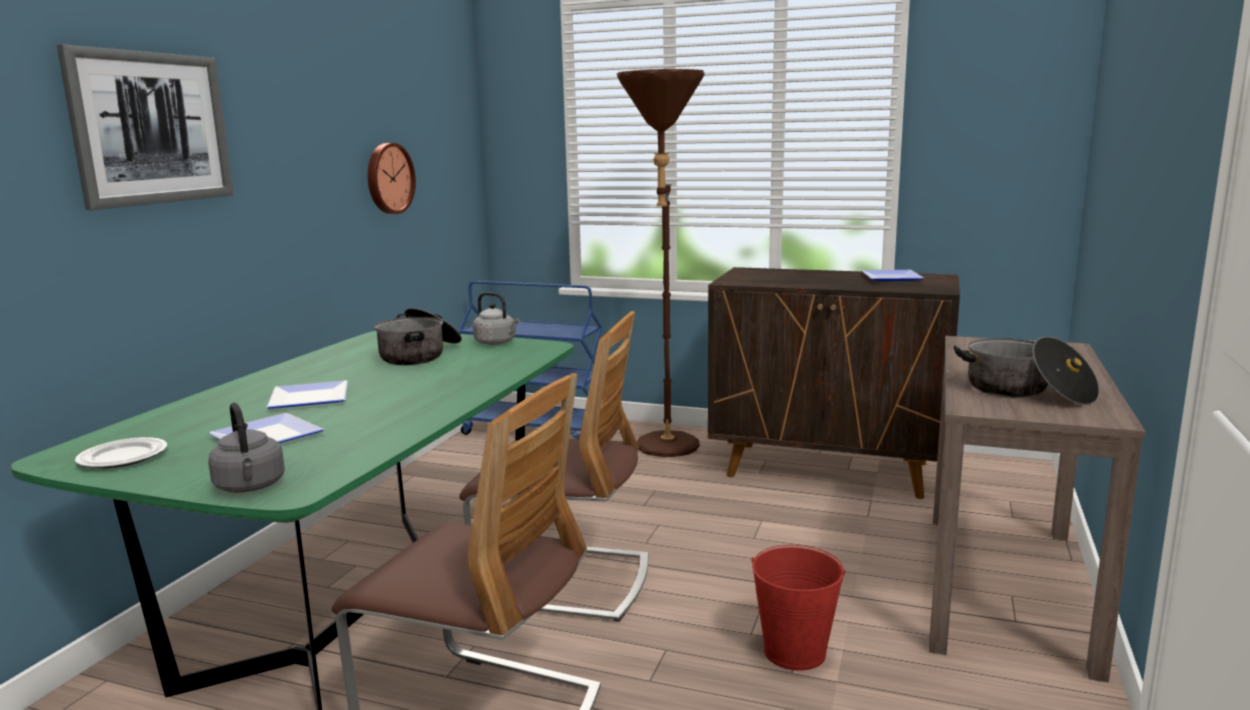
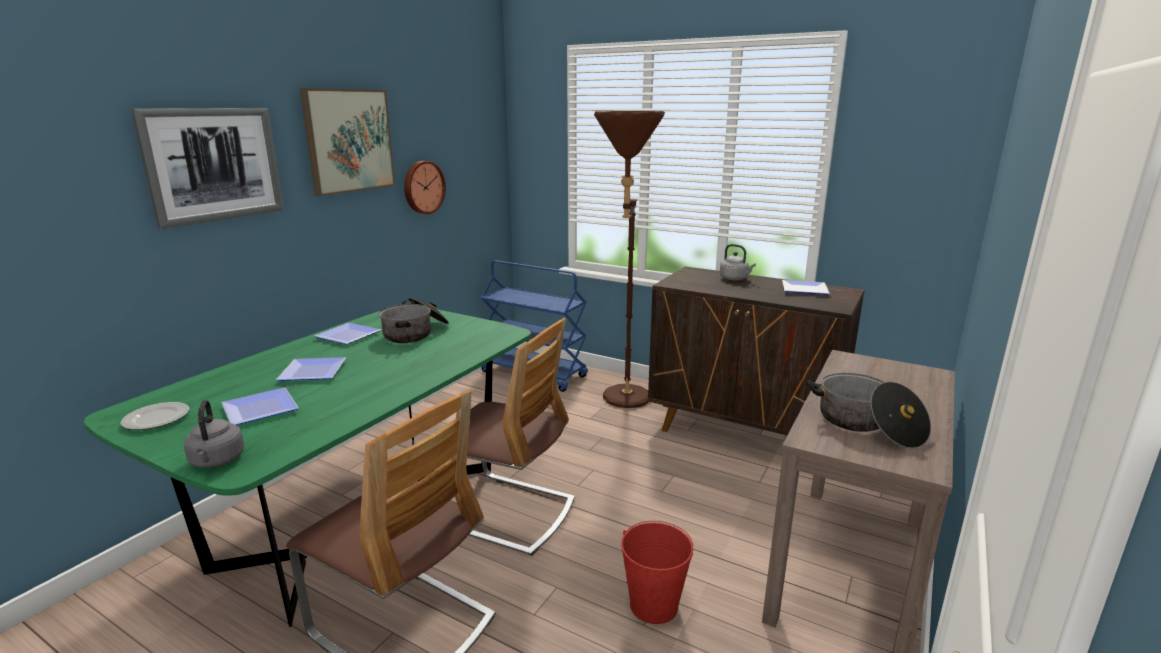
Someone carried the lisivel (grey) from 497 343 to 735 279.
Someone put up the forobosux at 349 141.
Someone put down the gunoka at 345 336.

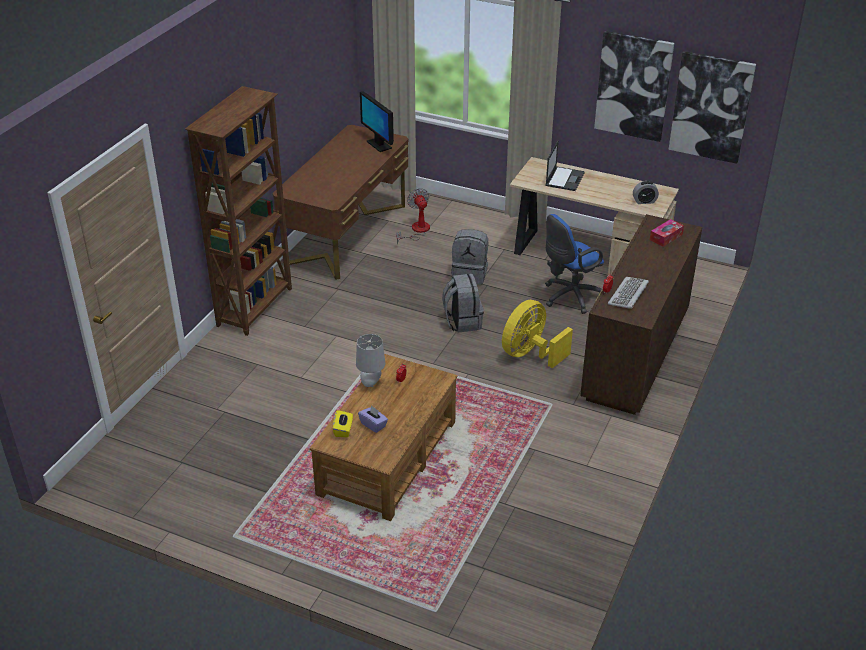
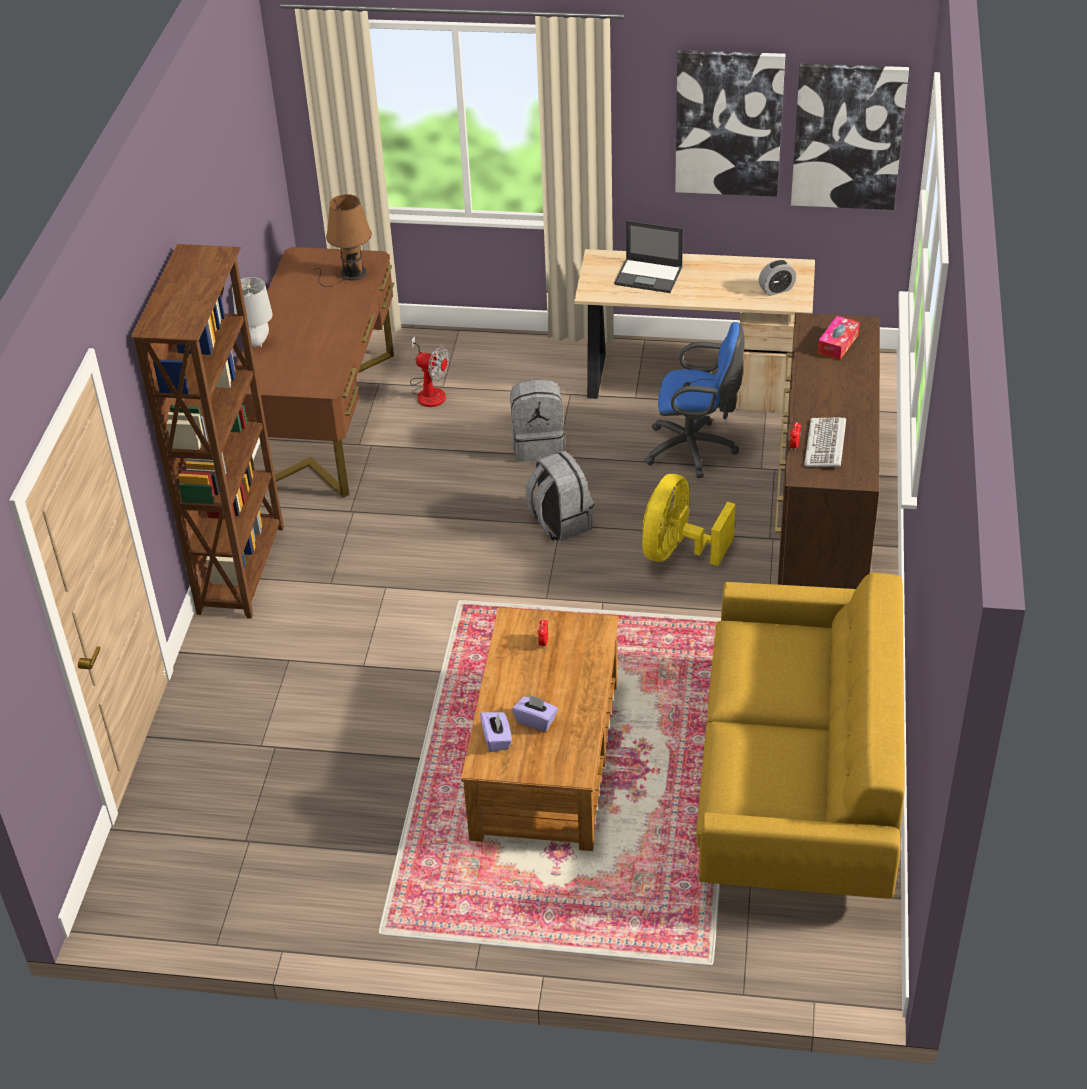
Someone repainted the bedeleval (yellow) at 343 430, which became the bedeleval (purple) at 497 739.
Someone carried the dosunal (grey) from 371 383 to 258 343.
Someone swapped the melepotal at 379 145 for the dosunal (brown) at 350 274.
Someone rotated the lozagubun at 417 231 by 150 degrees clockwise.
Someone rotated the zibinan at 564 179 by 105 degrees clockwise.
Someone rotated the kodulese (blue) at 569 297 by 120 degrees counterclockwise.
Someone put down the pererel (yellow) at 797 784.

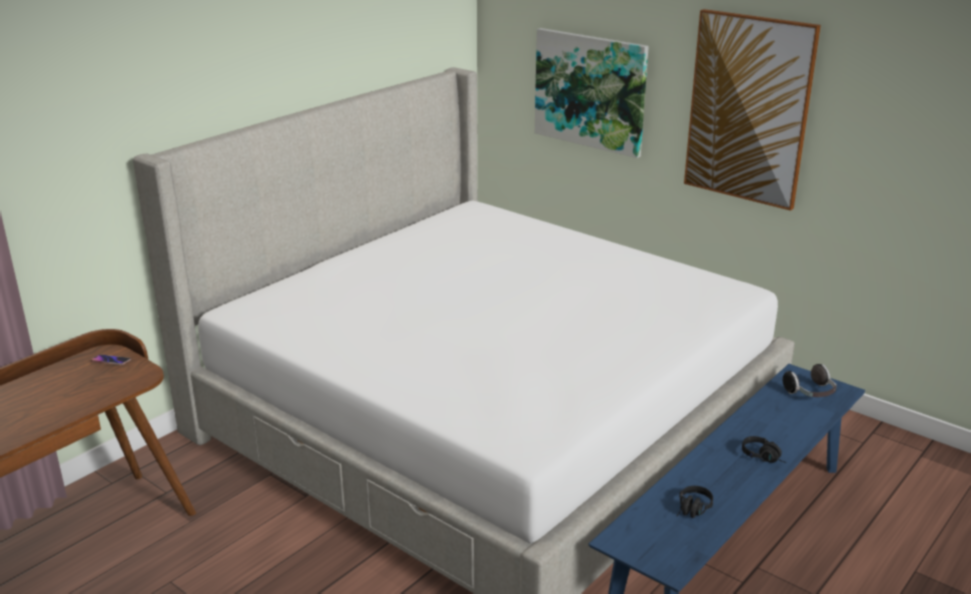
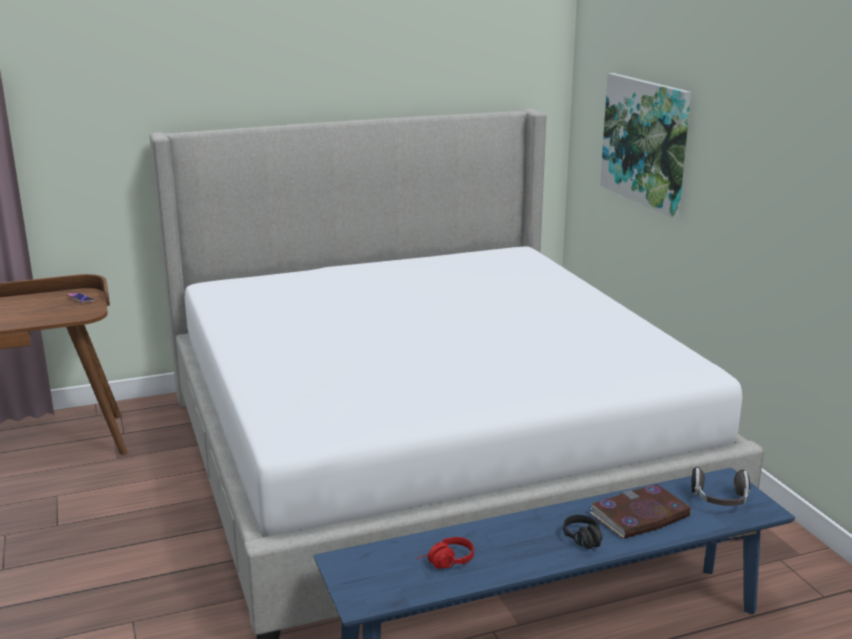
Someone repainted the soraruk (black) at 692 511, which became the soraruk (red) at 445 562.
Someone took away the forobosux at 749 109.
Someone put down the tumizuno at 640 516.

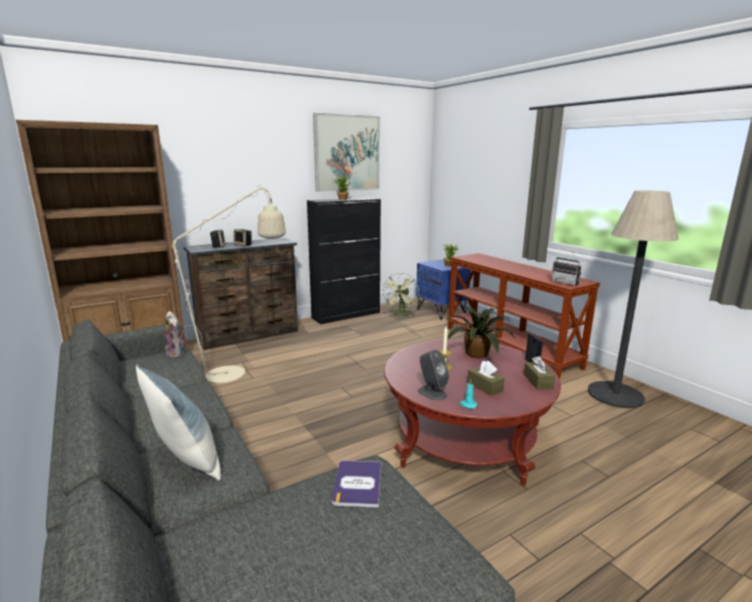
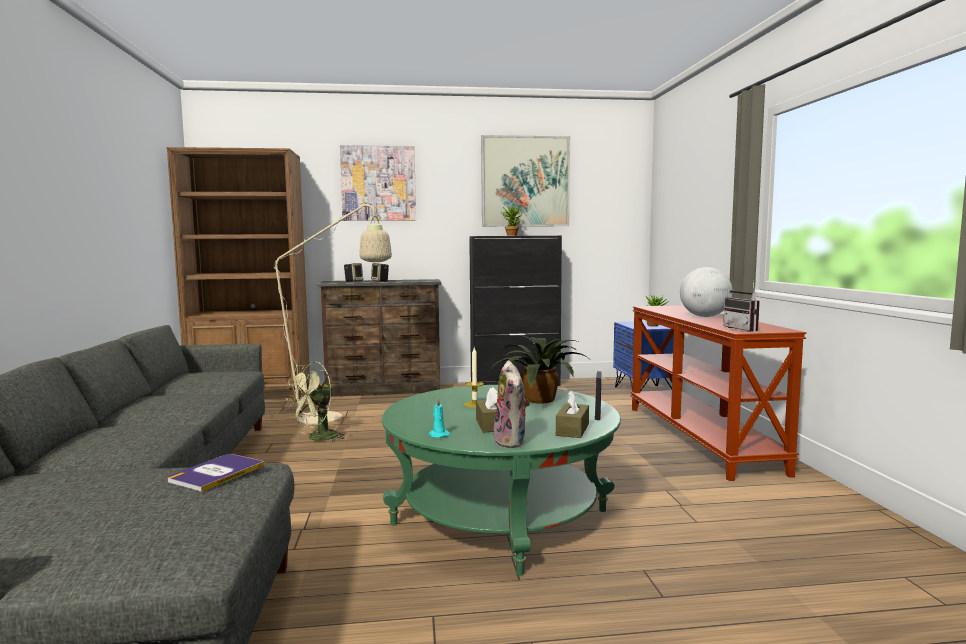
Someone took away the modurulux at 186 461.
Someone carried the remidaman from 177 354 to 512 442.
Someone carried the lozagubun (green) from 401 315 to 317 438.
Someone repainted the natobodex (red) at 464 441, which became the natobodex (green) at 500 517.
Someone took away the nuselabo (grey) at 431 392.
Someone took away the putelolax at 615 395.
Someone put up the forobosux at 378 183.
Someone put down the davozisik at 704 316.

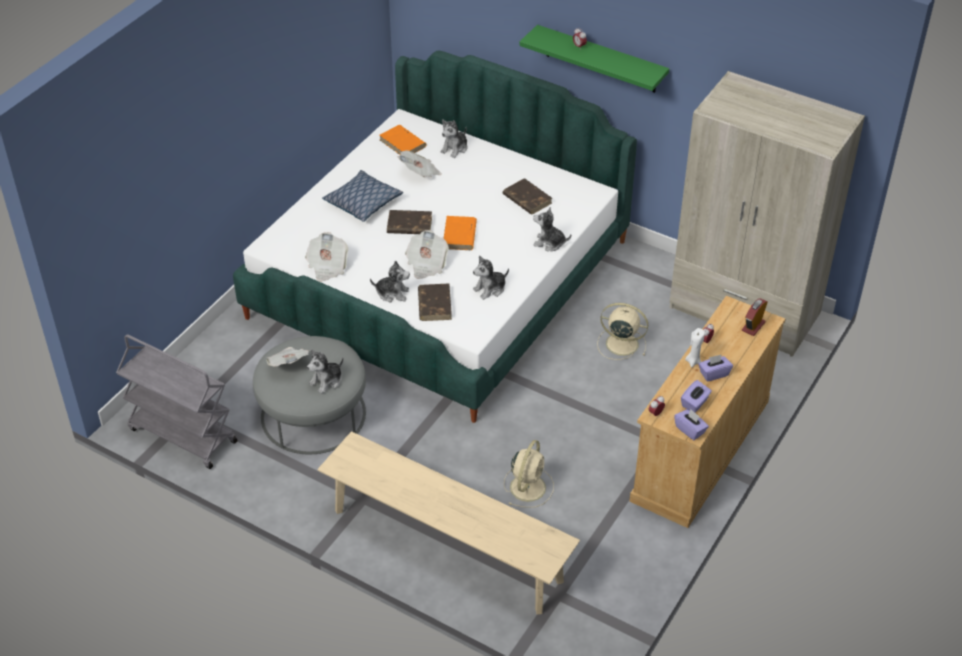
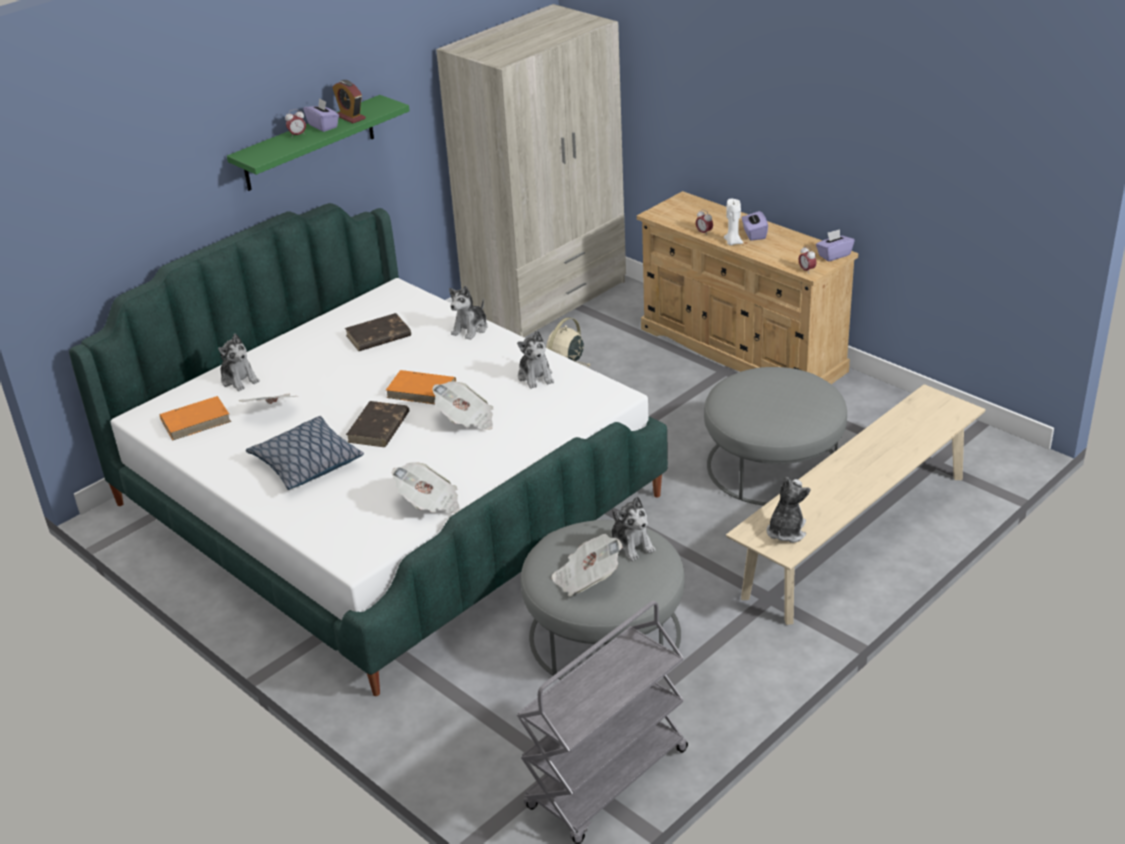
Someone carried the remidaman from 392 293 to 786 531.
Someone took away the tumizuno (brown) at 434 304.
Someone swapped the lozagubun (beige) at 528 486 for the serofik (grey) at 772 465.
Someone carried the bedeleval (purple) from 695 403 to 323 126.
Someone carried the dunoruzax from 753 326 to 350 117.

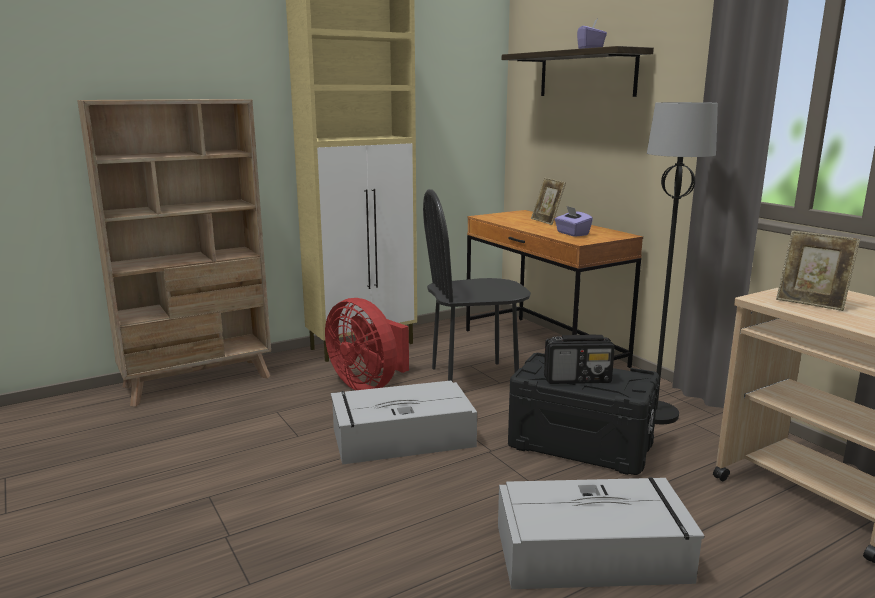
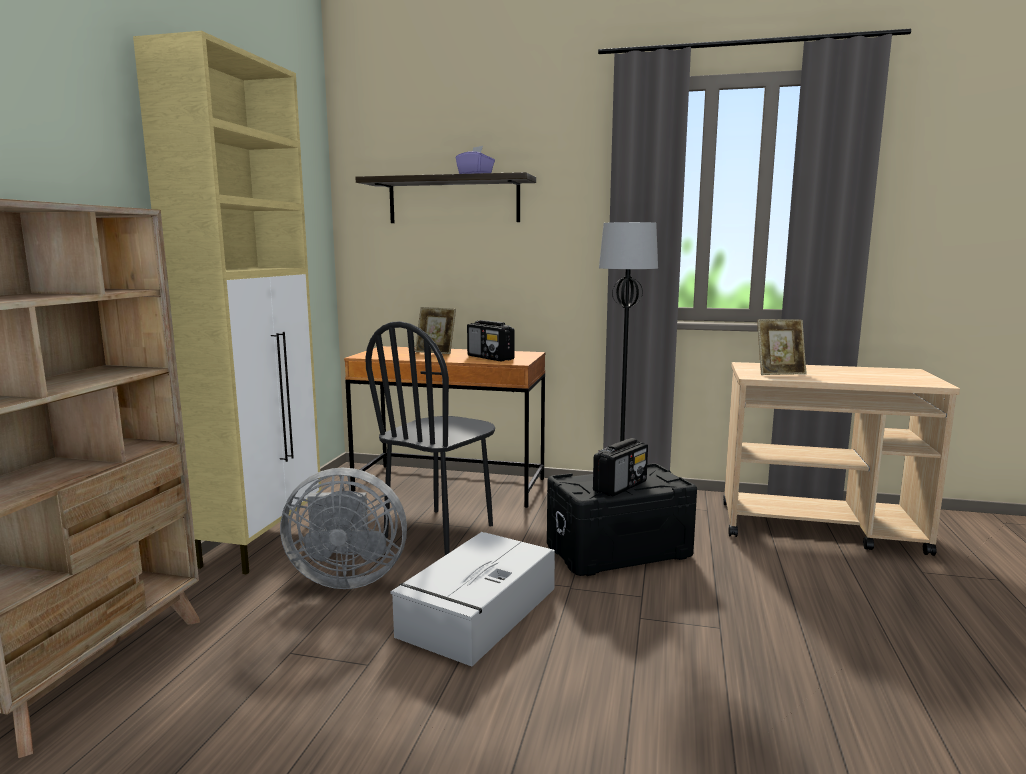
Someone repainted the lozagubun (red) at 368 384, which became the lozagubun (grey) at 346 578.
Someone took away the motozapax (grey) at 594 553.
Someone swapped the bedeleval (purple) at 572 233 for the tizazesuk at 490 358.

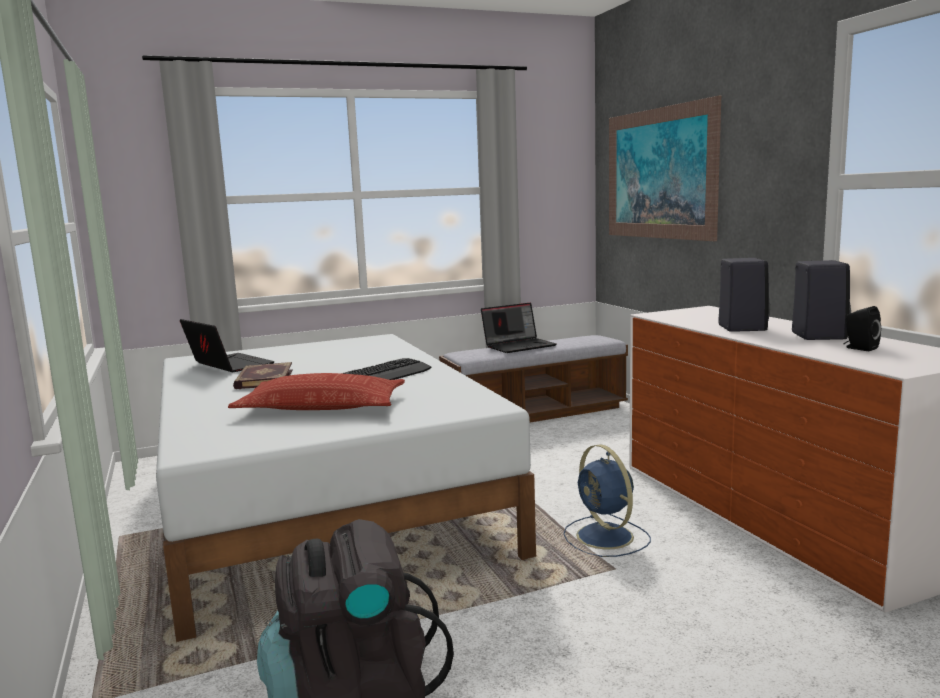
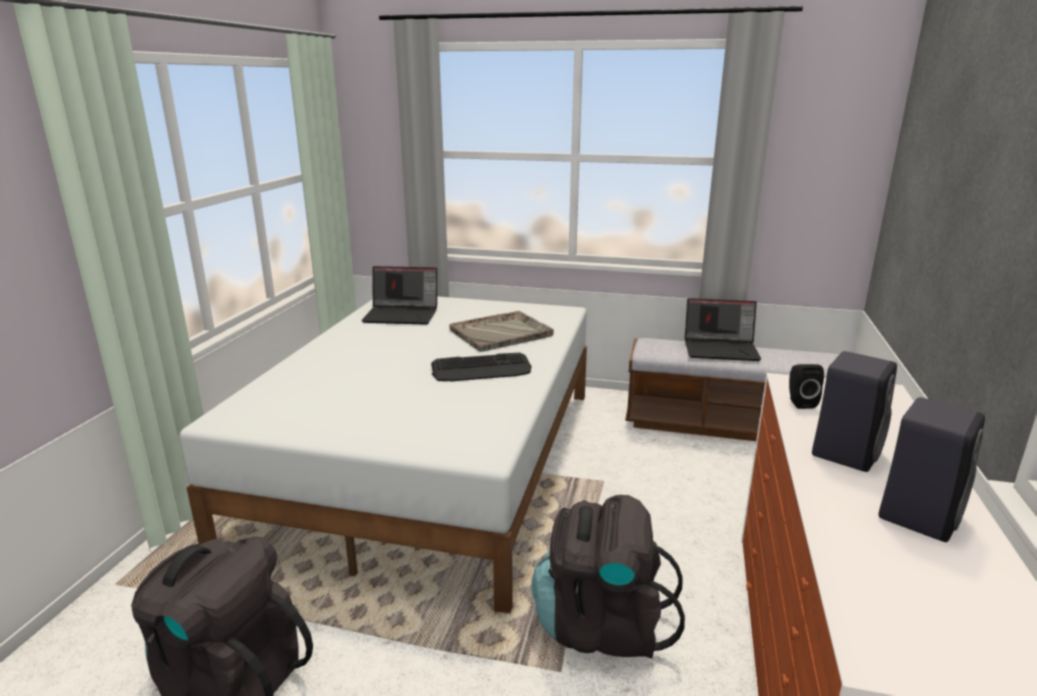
Someone rotated the zibinan at 228 365 by 105 degrees clockwise.
Someone took away the modurulux at 322 406.
Someone took away the tumizuno at 263 379.
Someone swapped the lozagubun (blue) at 606 537 for the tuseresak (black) at 601 626.
Someone took away the forobosux at 659 174.
Someone carried the nuselabo (black) from 859 348 to 799 402.
Someone put down the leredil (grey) at 502 332.

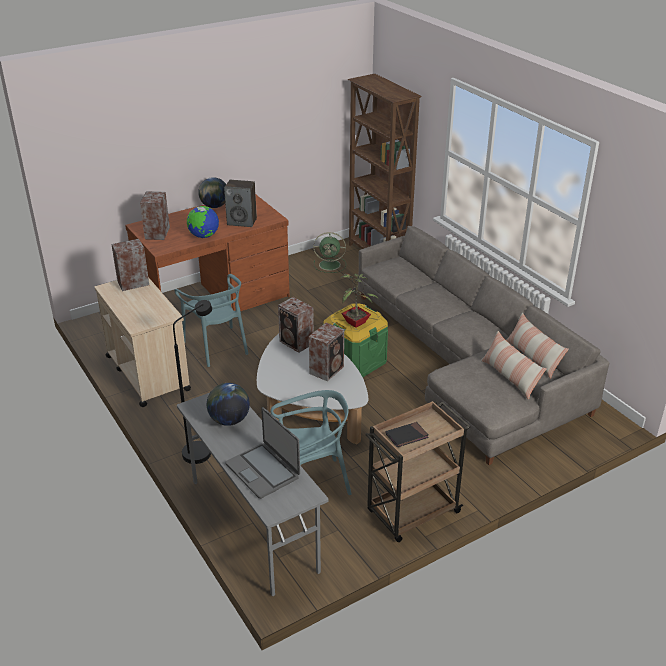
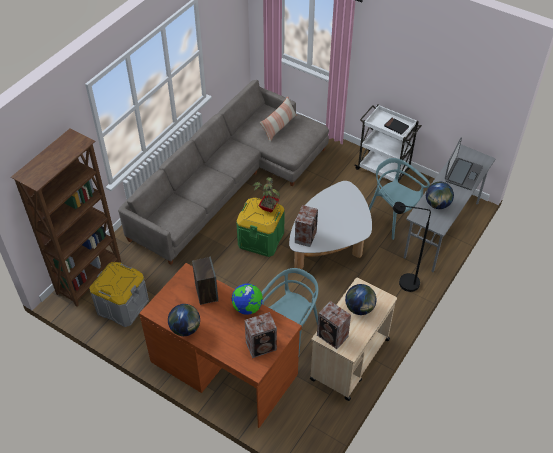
Someone took away the nuselabo at 327 369.
Someone swapped the lozagubun (green) at 330 265 for the motozapax (grey) at 122 306.
Someone repainted the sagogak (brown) at 412 513, which became the sagogak (white) at 383 170.
Someone took away the modurulux at 533 357.
Someone put down the davozisik at 359 308.

